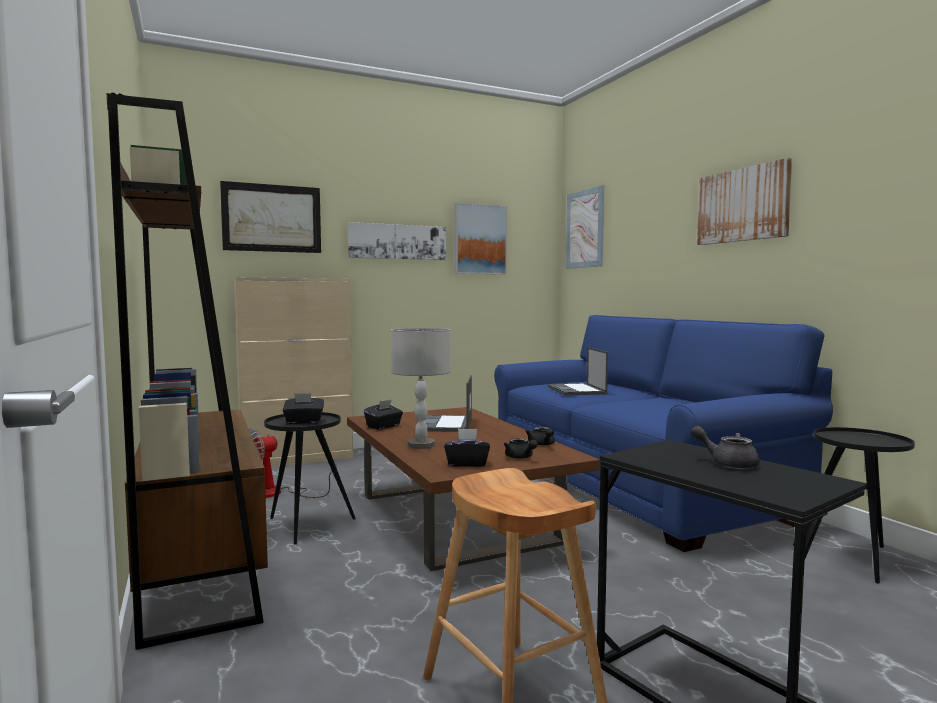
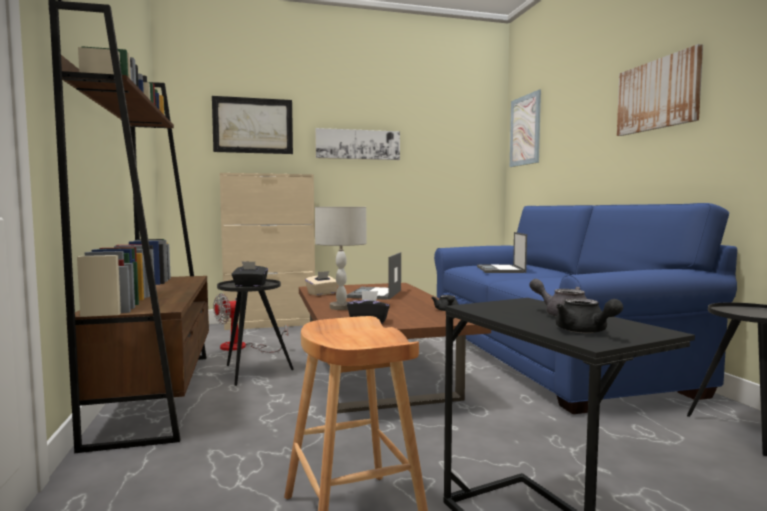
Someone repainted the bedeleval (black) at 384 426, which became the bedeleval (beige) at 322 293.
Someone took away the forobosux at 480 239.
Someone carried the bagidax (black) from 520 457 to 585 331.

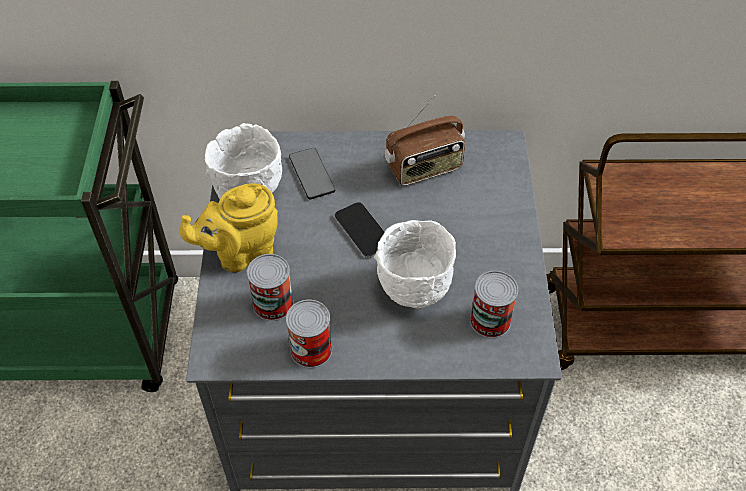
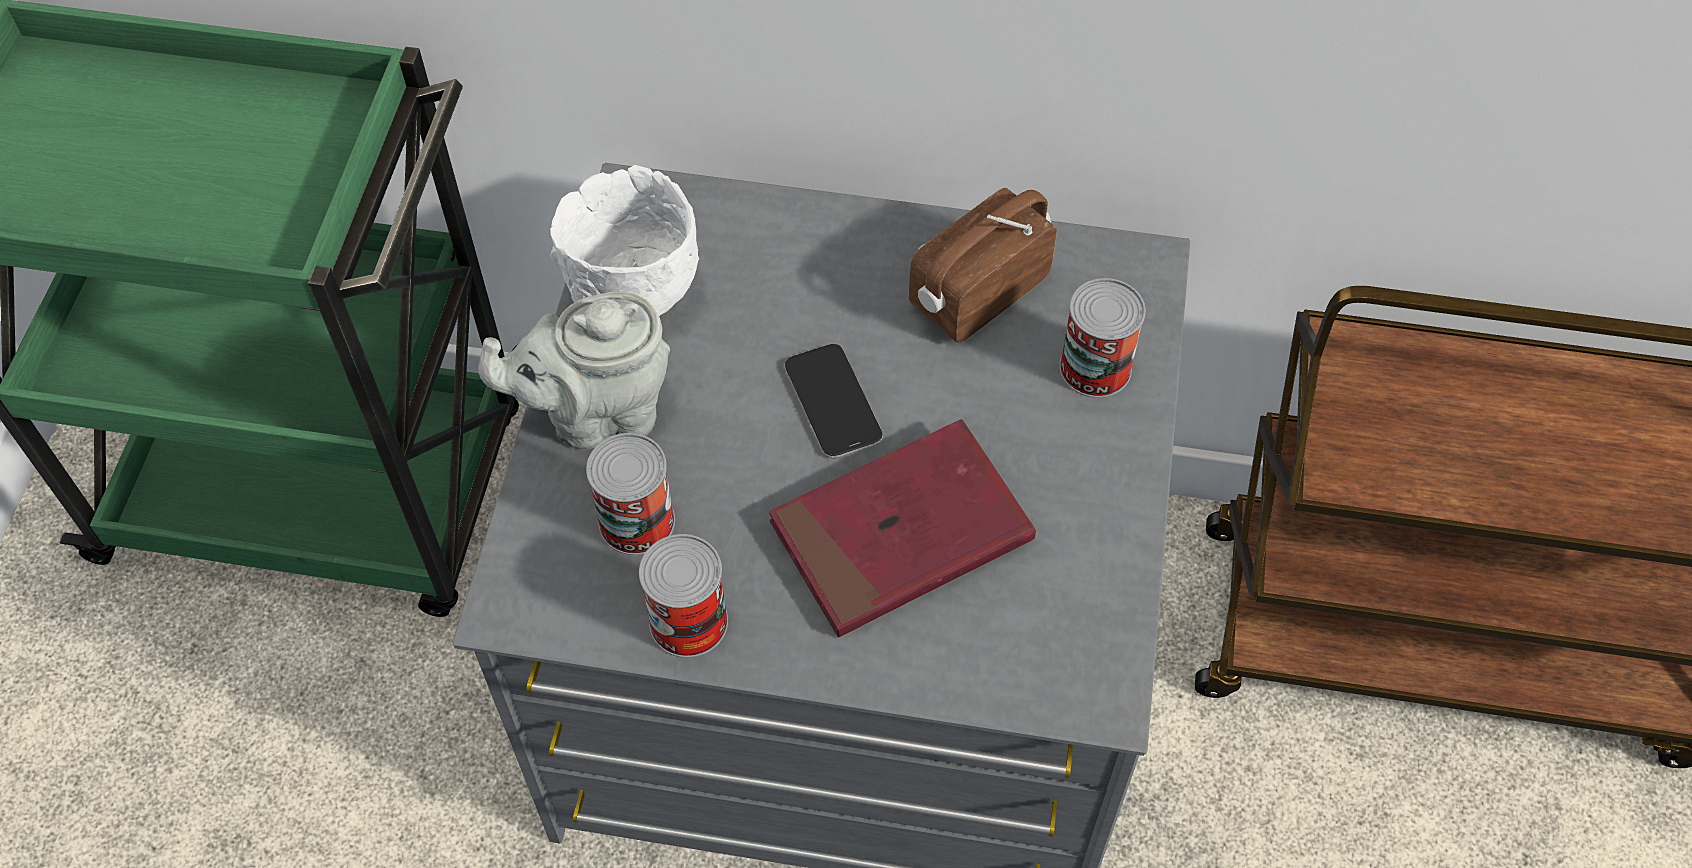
Someone repainted the bagidax (yellow) at 241 253, which became the bagidax (grey) at 597 413.
Someone took away the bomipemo at 311 174.
Someone swapped the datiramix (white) at 412 289 for the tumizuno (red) at 901 533.
Someone rotated the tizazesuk at 424 168 by 150 degrees clockwise.
Someone carried the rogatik from 490 320 to 1095 367.

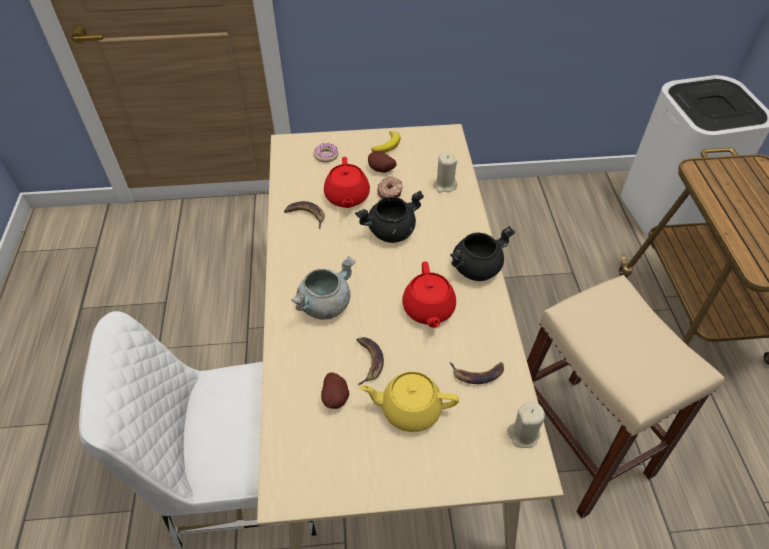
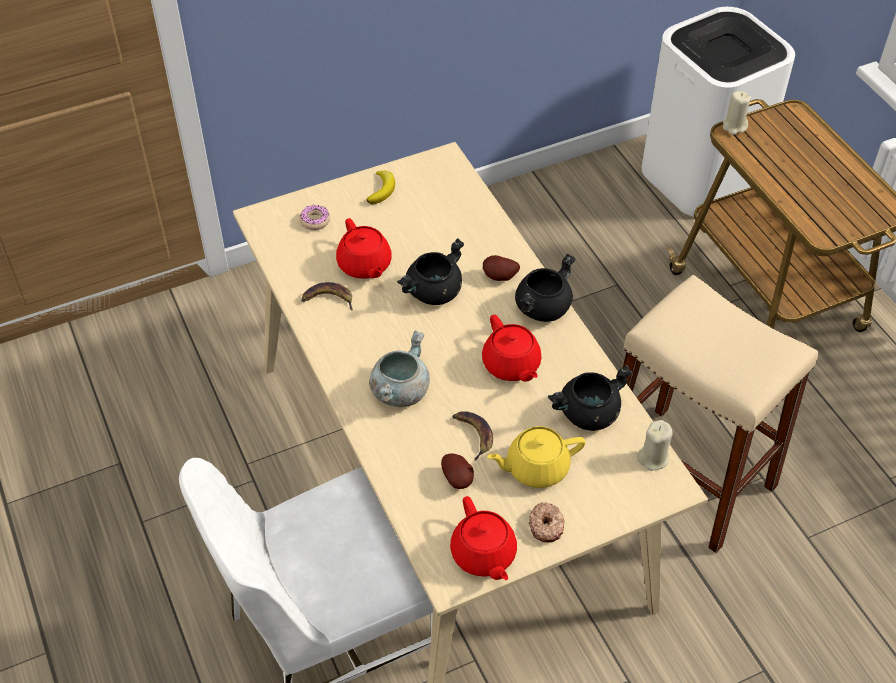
Someone carried the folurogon from 380 170 to 500 278.
Someone carried the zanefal from 390 192 to 546 526.
Someone carried the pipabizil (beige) from 444 185 to 734 126.
Someone swapped the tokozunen at 477 373 for the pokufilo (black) at 588 414.
Someone put down the bagidax (red) at 483 555.

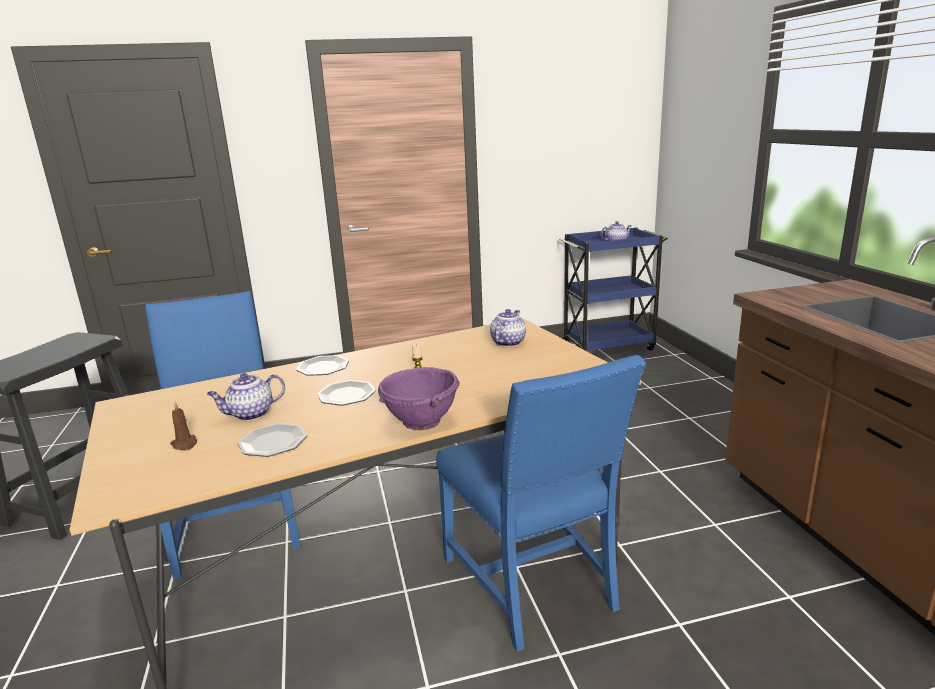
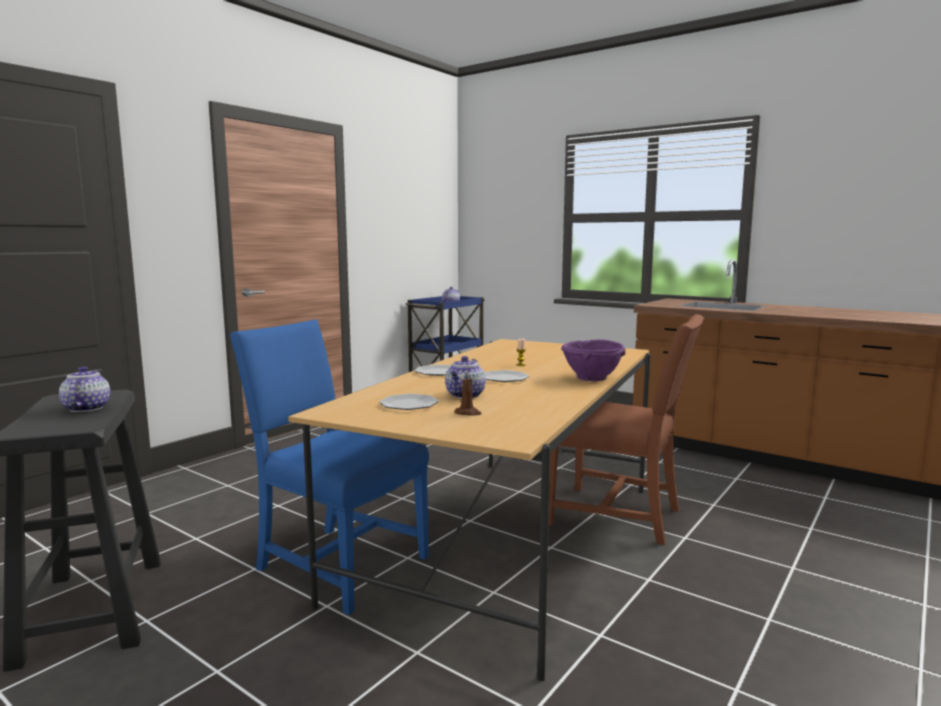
Someone carried the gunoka from 273 442 to 408 404.
Someone repainted the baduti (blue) at 533 584, which became the baduti (brown) at 619 516.
Someone carried the bagidax from 508 342 to 86 408.

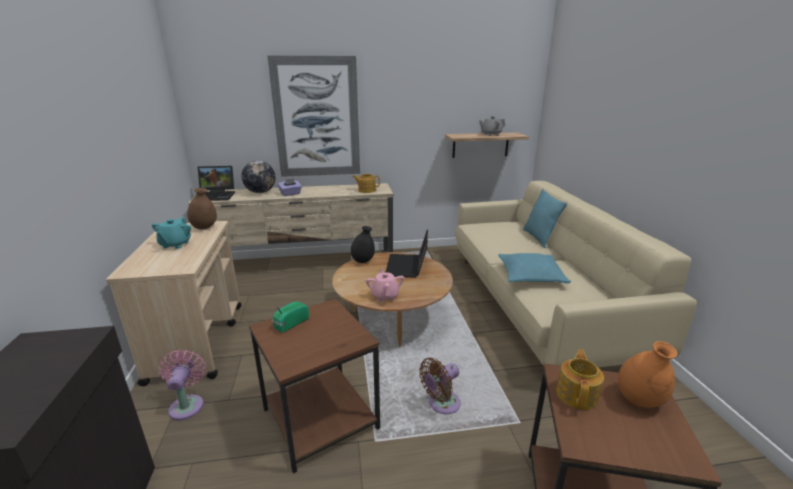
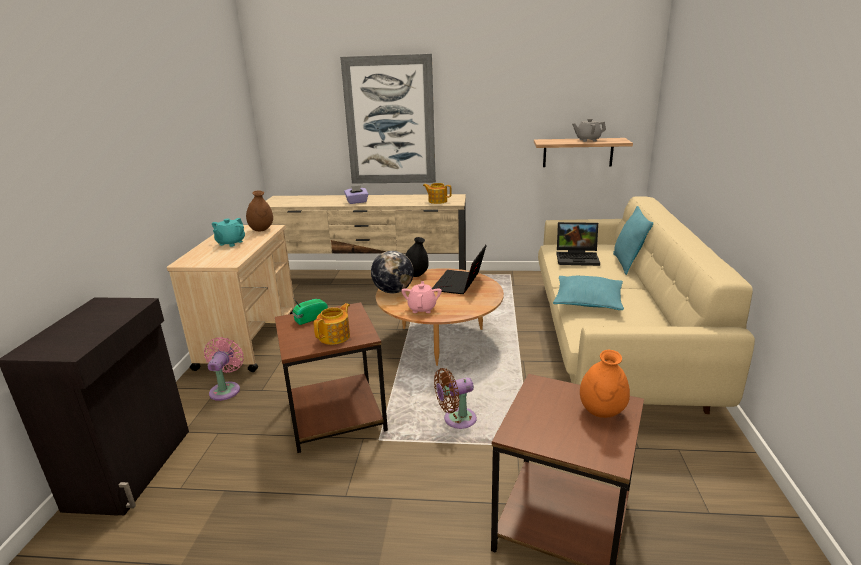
Someone carried the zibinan from 216 195 to 578 258.
Someone carried the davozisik from 260 192 to 393 291.
Someone carried the bagidax from 577 394 to 335 336.

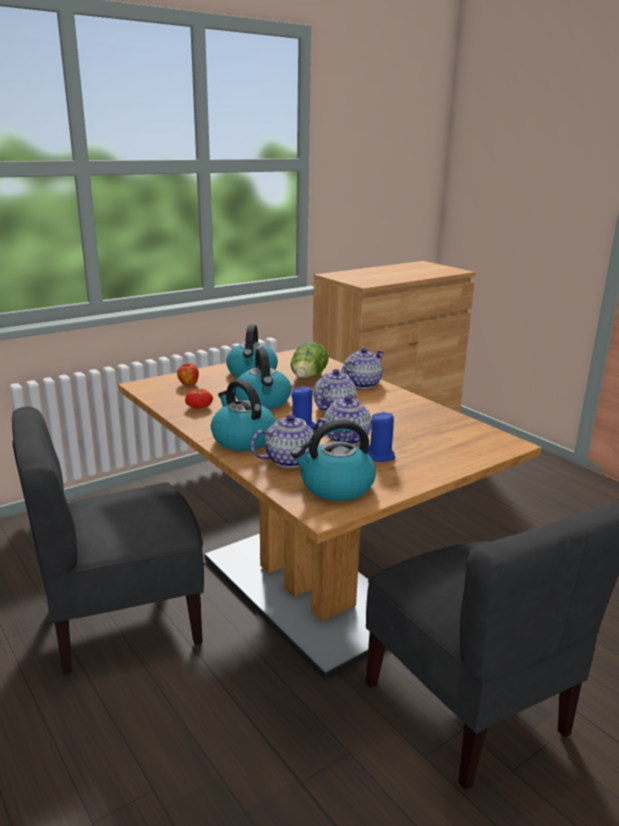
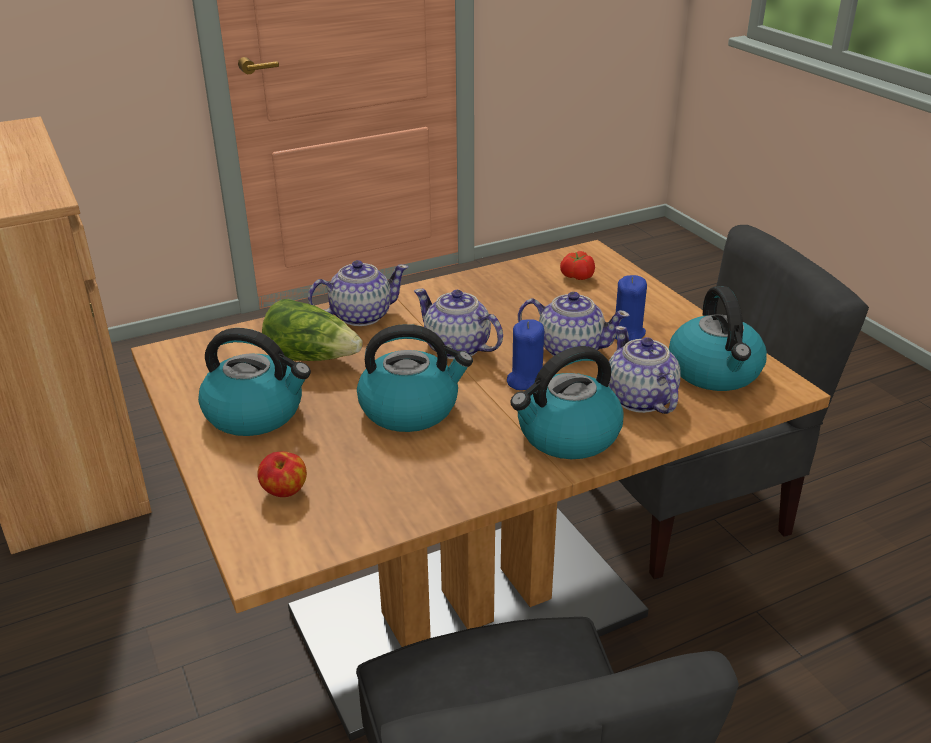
Someone carried the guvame from 199 406 to 576 277.
Someone rotated the bagidax at 361 384 by 105 degrees clockwise.

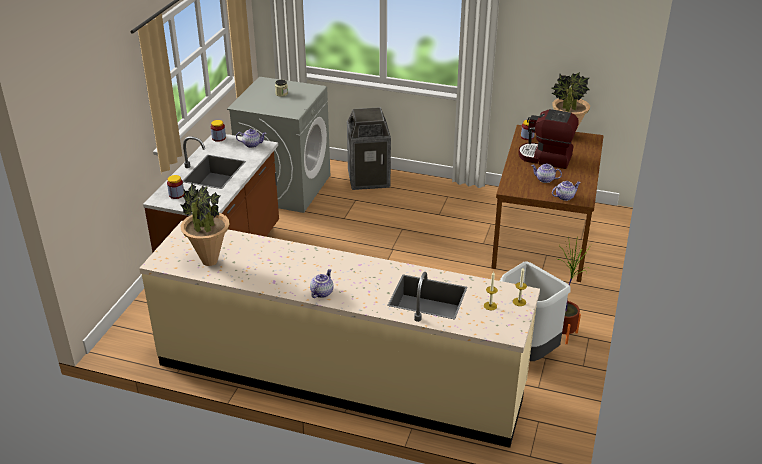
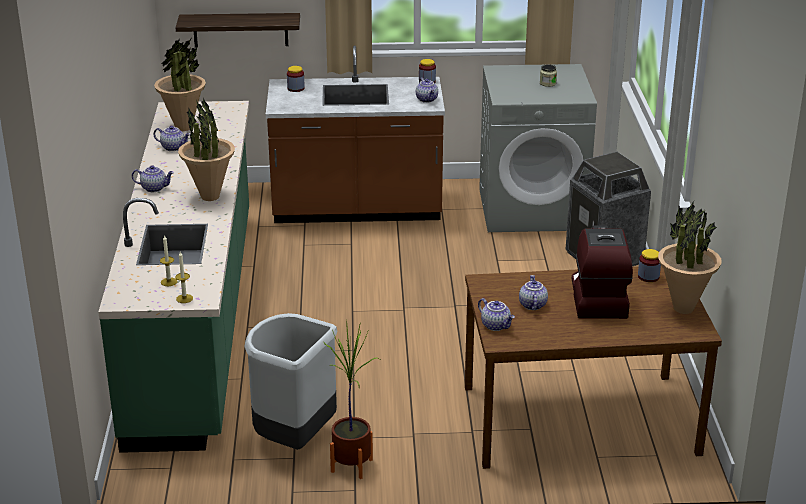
Someone repainted the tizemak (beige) at 340 376, which became the tizemak (green) at 196 320.
Someone put down the bagidax at 173 147.
Someone put up the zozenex at 240 30.
Someone put down the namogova at 210 197.

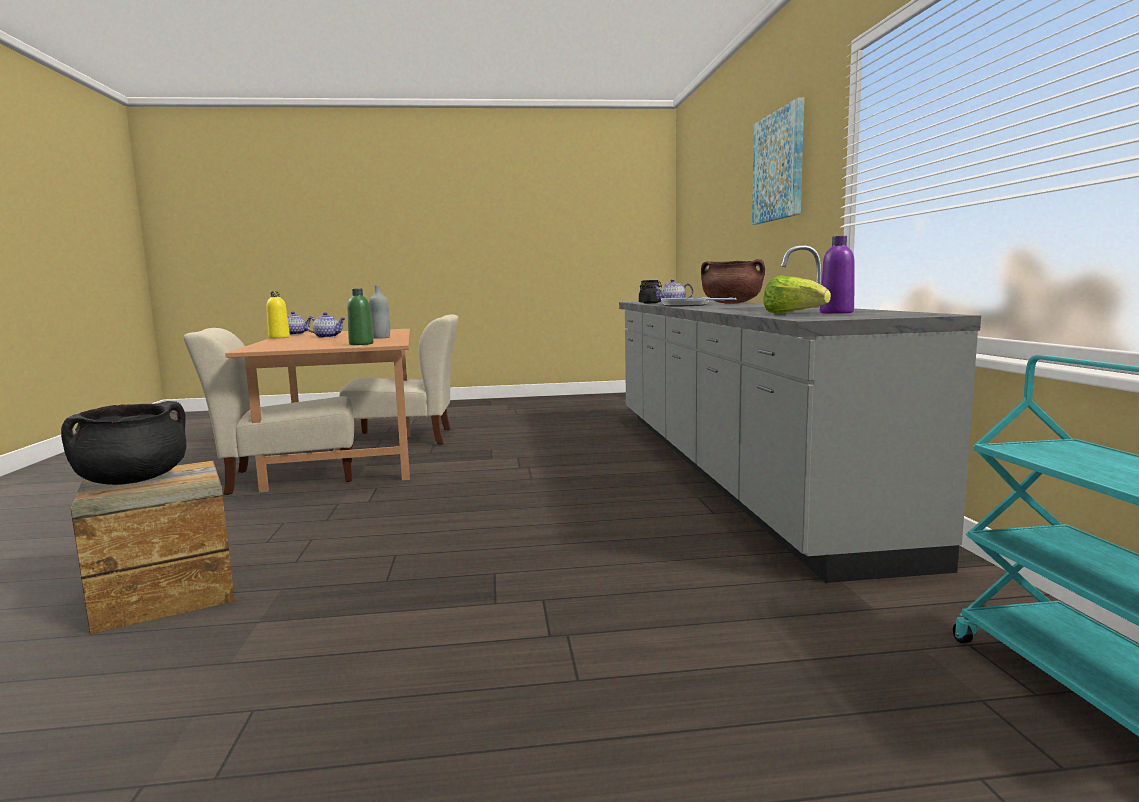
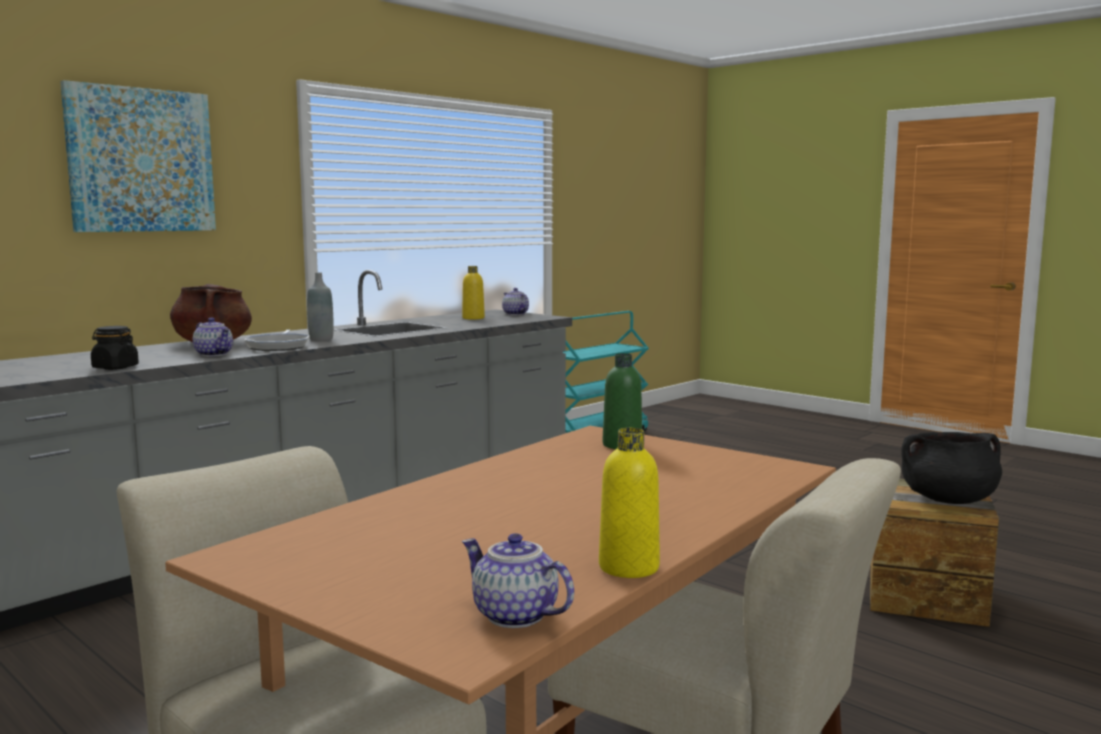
Someone carried the bagidax from 327 337 to 514 314.
Someone carried the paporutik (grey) from 380 337 to 321 339.
Someone took away the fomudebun at 793 314.
Someone repainted the paporutik (purple) at 836 312, which became the paporutik (yellow) at 473 318.

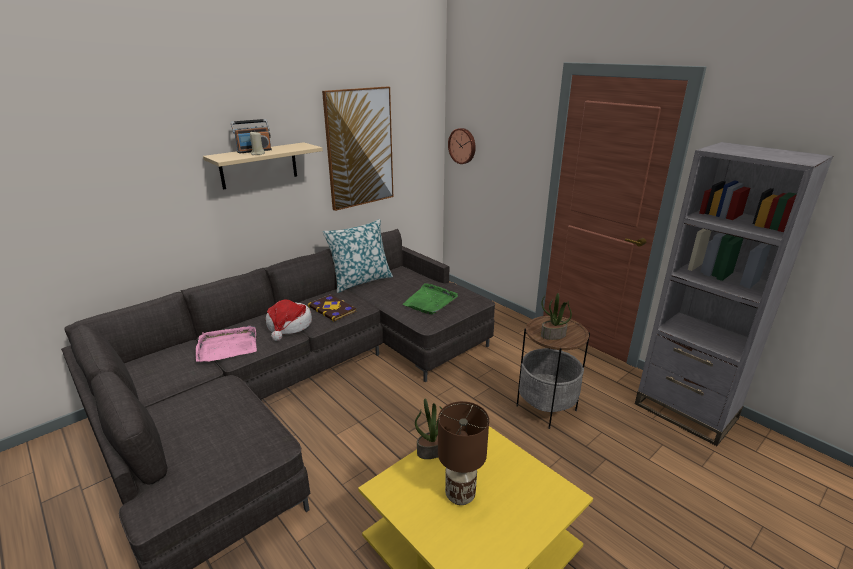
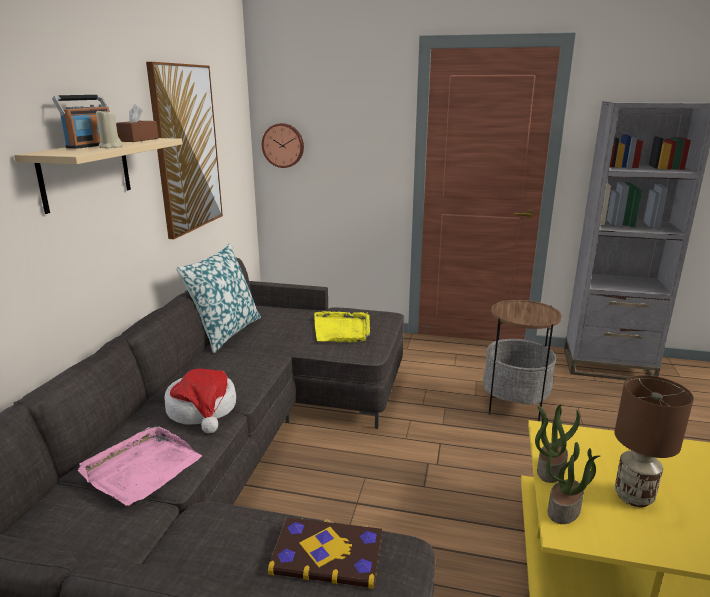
Someone carried the tumizuno from 332 309 to 327 553.
Someone repainted the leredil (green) at 430 301, which became the leredil (yellow) at 342 329.
Someone carried the namogova from 553 335 to 564 511.
Someone put down the bedeleval (brown) at 137 140.

